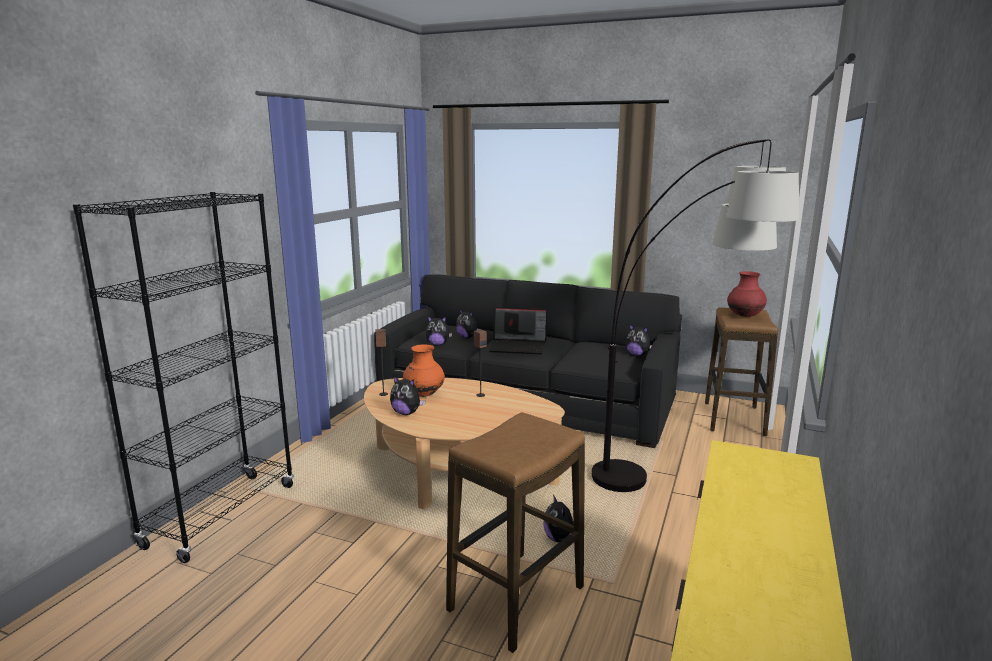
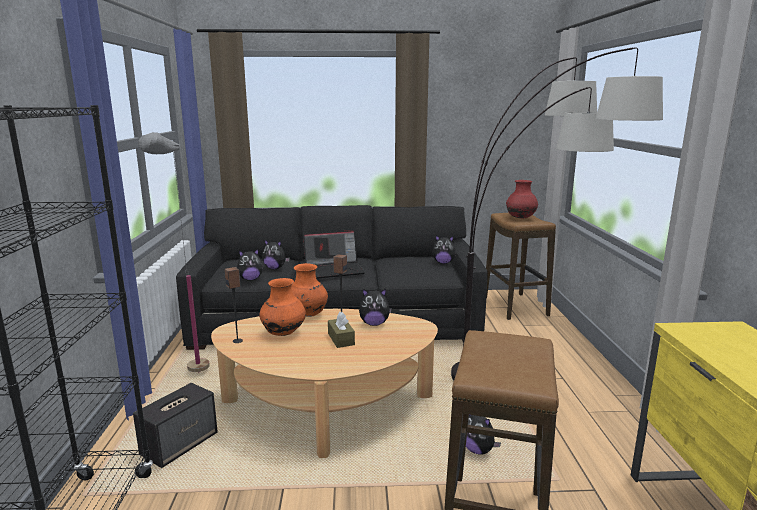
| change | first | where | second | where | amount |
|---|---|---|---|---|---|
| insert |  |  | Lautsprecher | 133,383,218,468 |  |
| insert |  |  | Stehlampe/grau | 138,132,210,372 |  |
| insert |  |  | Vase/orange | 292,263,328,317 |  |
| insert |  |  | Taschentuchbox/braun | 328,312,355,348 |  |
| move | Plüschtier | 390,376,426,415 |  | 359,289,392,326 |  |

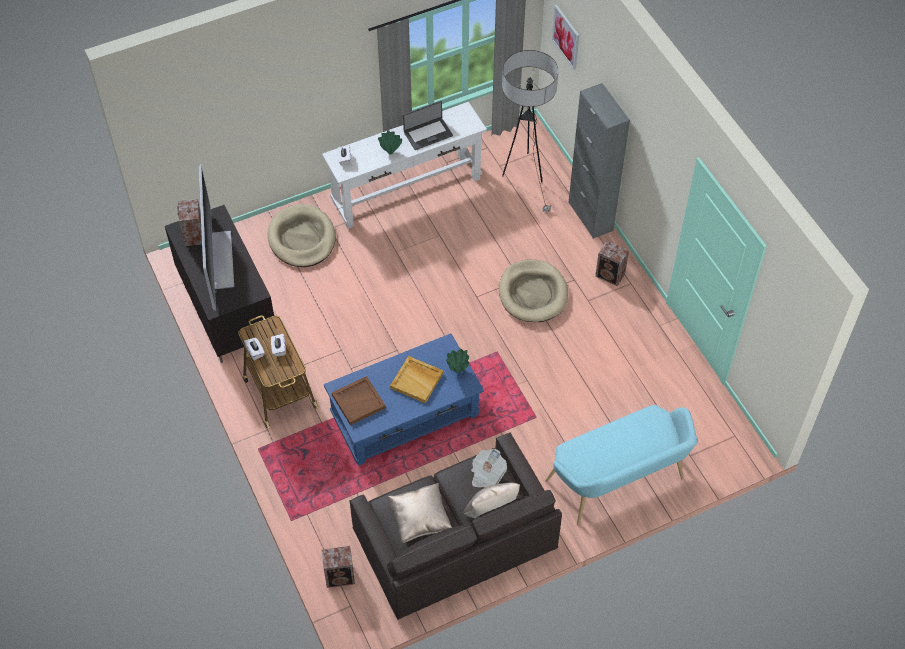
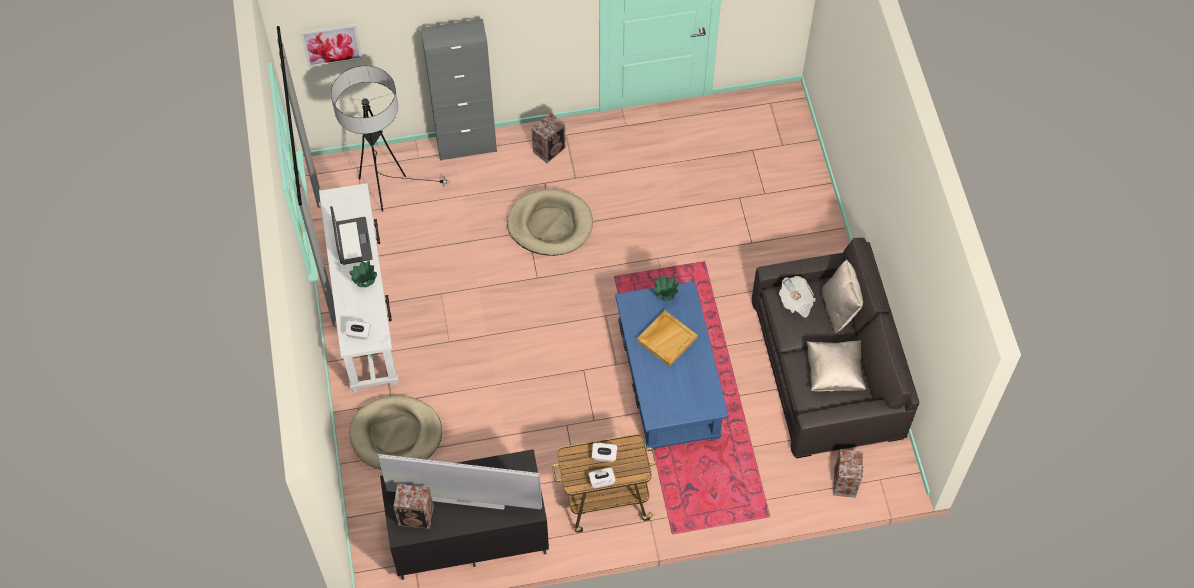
| change | first | where | second | where | amount |
|---|---|---|---|---|---|
| delete | Tablett/braun | 332,376,386,425 |  |  |  |
| delete | Bank/türkis | 545,405,698,525 |  |  |  |

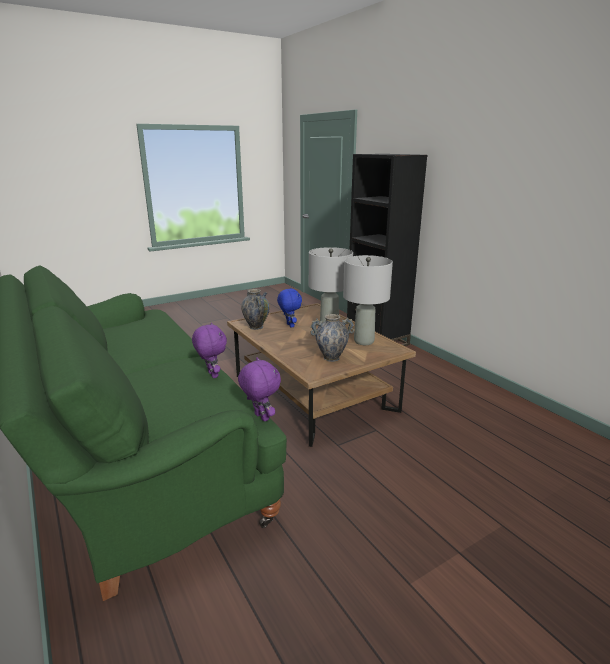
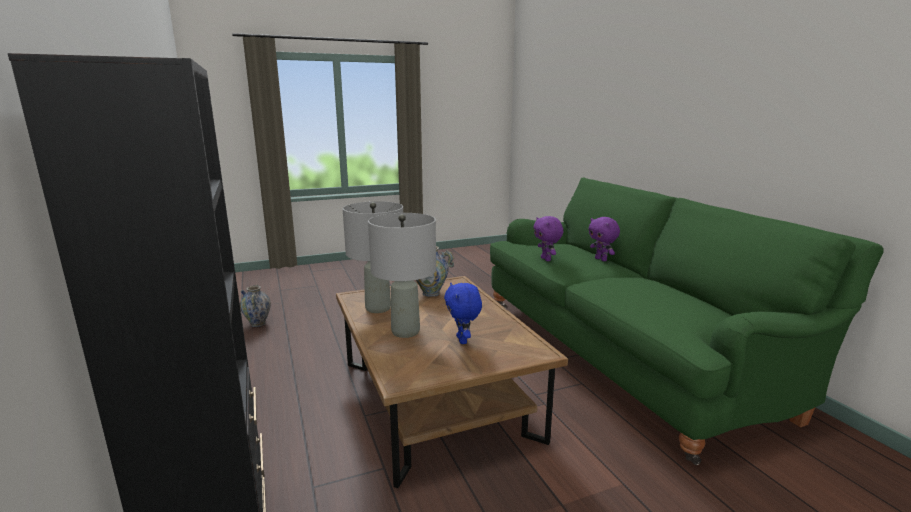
| change | first | where | second | where | amount |
|---|---|---|---|---|---|
| move | Plüschtier/lila | 238,357,281,422 |  | 589,217,620,261 |  |
| move | Vase | 241,289,270,330 |  | 240,285,271,327 |  |

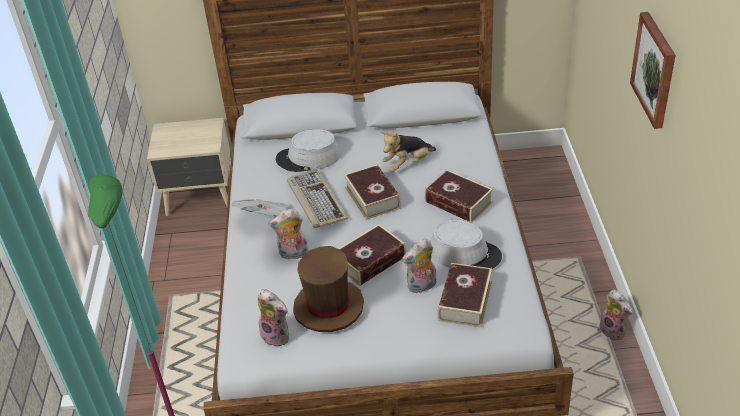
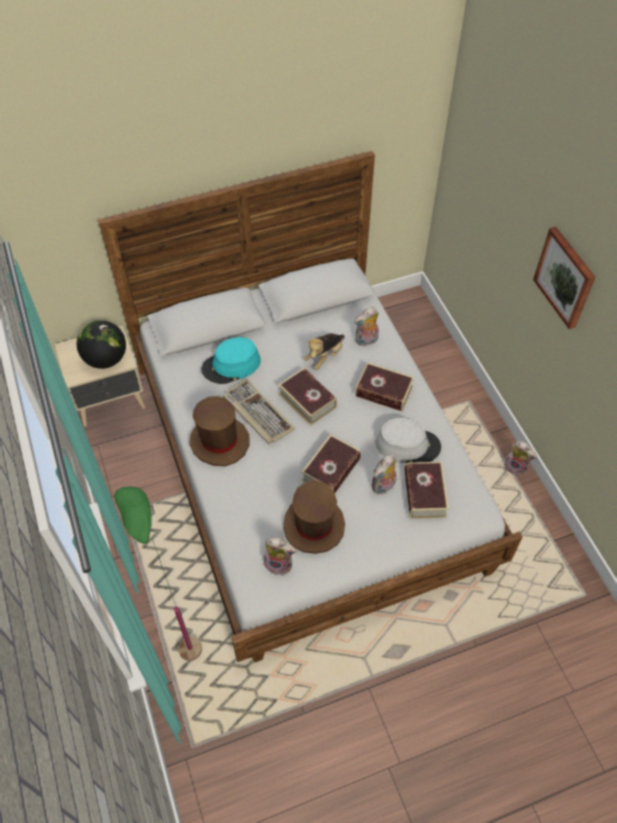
| change | first | where | second | where | amount |
|---|---|---|---|---|---|
| insert |  |  | Globus | 77,320,126,369 |  |
| move | Plüschtier | 268,208,309,260 |  | 354,307,379,347 |  |
| replace | Zeitung | 232,199,291,215 | Hut/braun | 190,396,250,466 |  |
| recolor | Hut/grau | 276,129,341,172 | Hut/türkis | 201,337,261,384 |  |

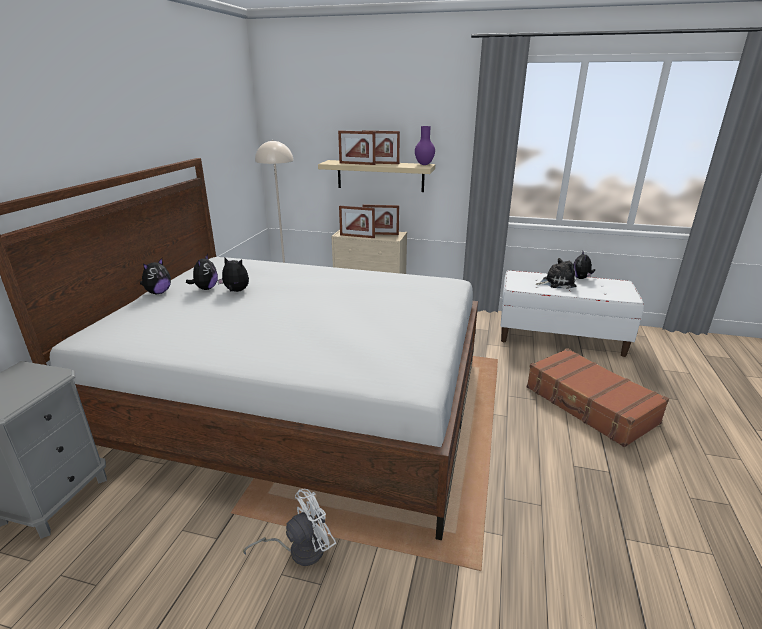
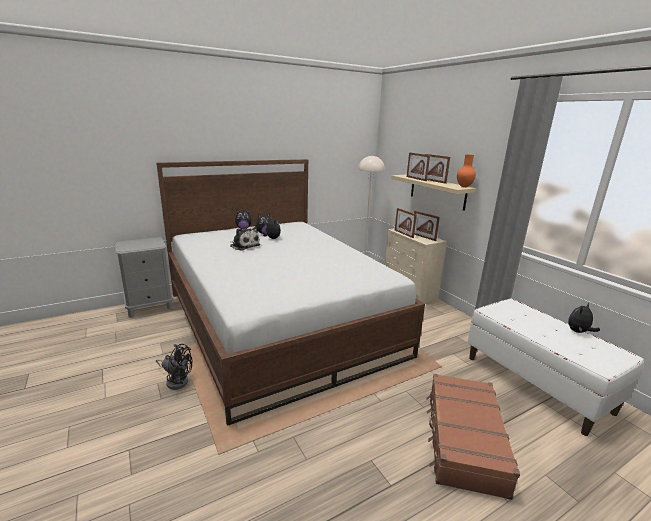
| change | first | where | second | where | amount |
|---|---|---|---|---|---|
| move | Plüschtier | 536,258,576,289 |  | 230,227,260,251 |  |
| recolor | Ventilator/weiß | 243,489,336,566 | Ventilator/schwarz | 156,344,193,390 |  |
| recolor | Vase/lila | 415,126,435,165 | Vase/orange | 457,155,476,187 |  |

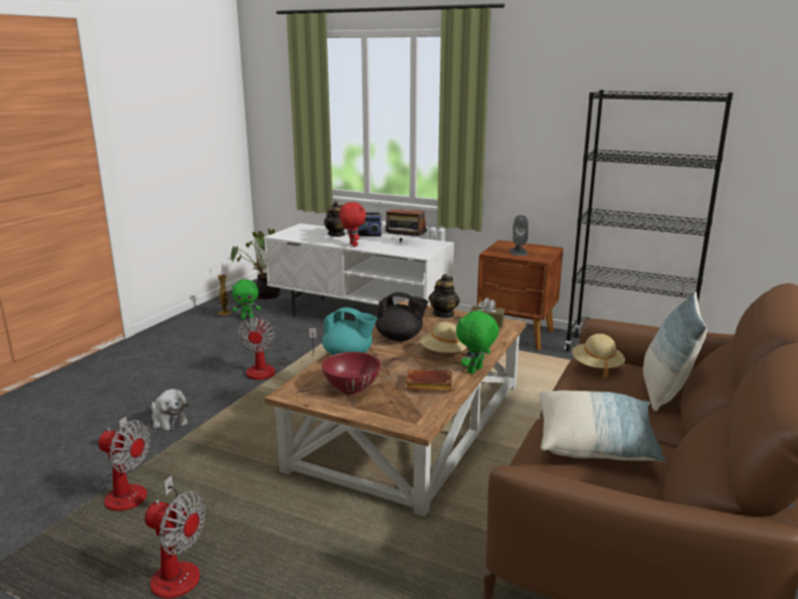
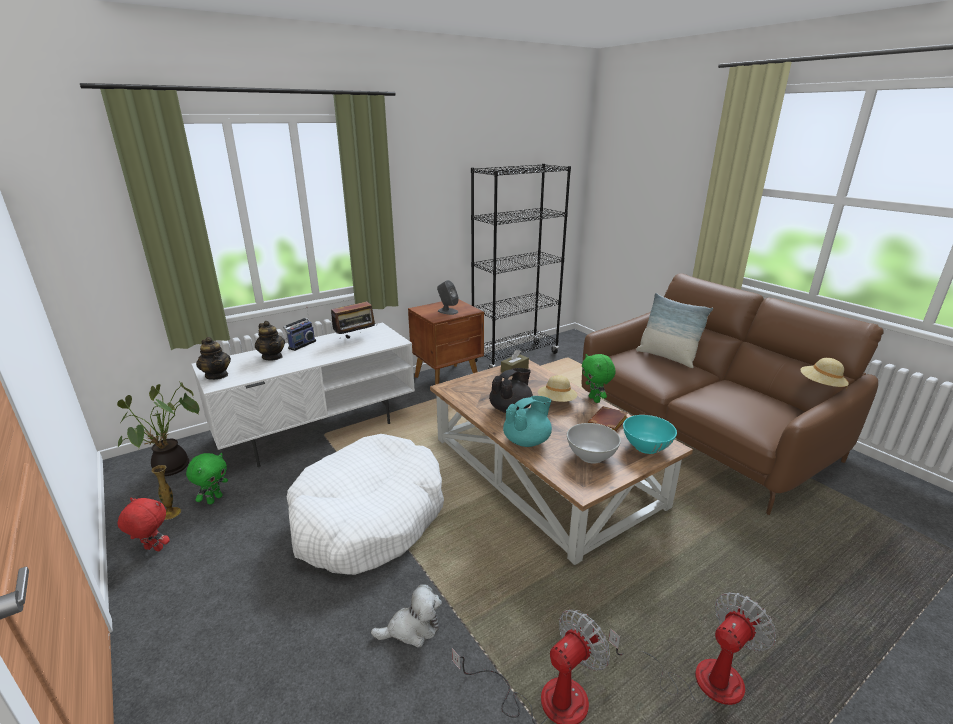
| change | first | where | second | where | amount |
|---|---|---|---|---|---|
| delete | Kissen | 539,390,666,462 |  |  |  |
| insert |  |  | Schüssel/türkis | 623,415,677,454 |  |
| move | Plüschtier/rot | 339,202,366,247 |  | 118,498,170,551 |  |
| move | Teekanne | 429,274,460,318 |  | 196,337,231,380 |  |
| move | Hut/beige | 572,334,625,379 |  | 800,358,849,390 |  |
| replace | Ventilator | 237,317,317,380 | Hundebett/weiß | 287,434,444,575 |  |
| recolor | Schüssel/rot | 322,352,381,394 | Schüssel/weiß | 567,423,621,464 |  |

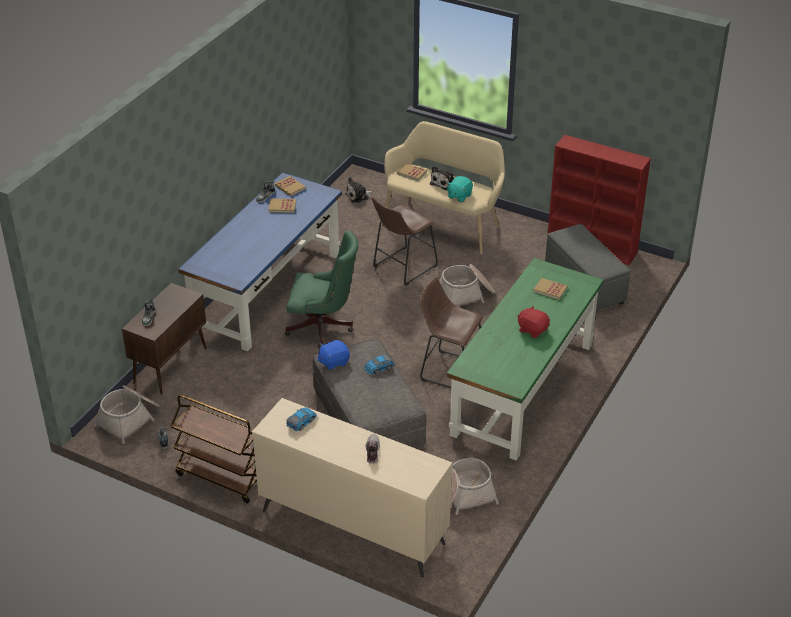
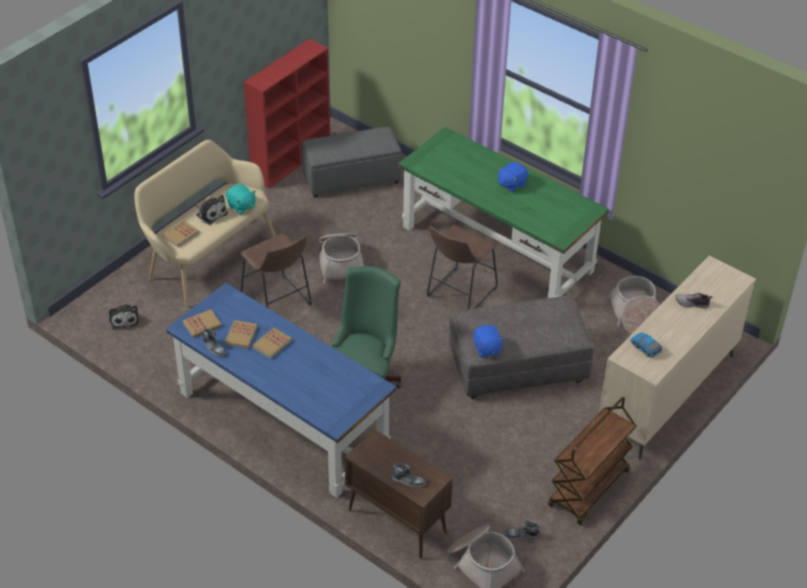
| change | first | where | second | where | amount |
|---|---|---|---|---|---|
| delete | Spielzeugauto | 364,354,394,375 |  |  |  |
| move | Buch | 533,278,568,300 |  | 252,328,292,359 |  |
| recolor | Plüschtier/rot | 518,306,550,338 | Plüschtier/blau | 498,162,528,192 |  |

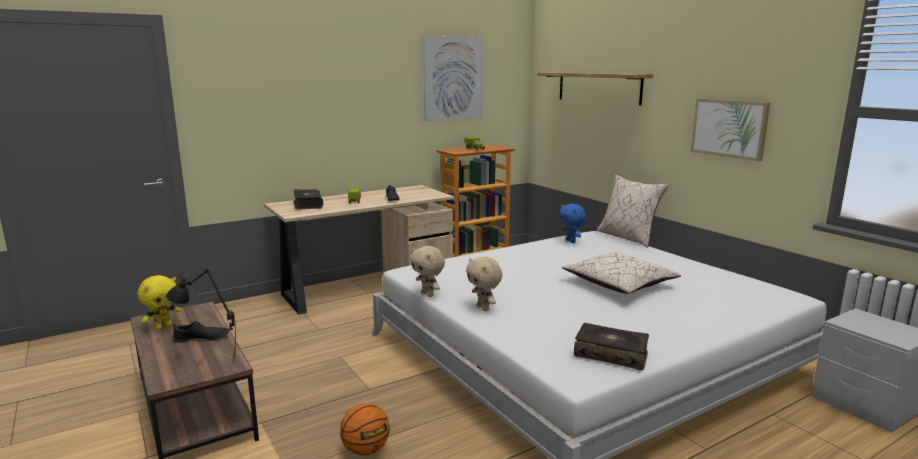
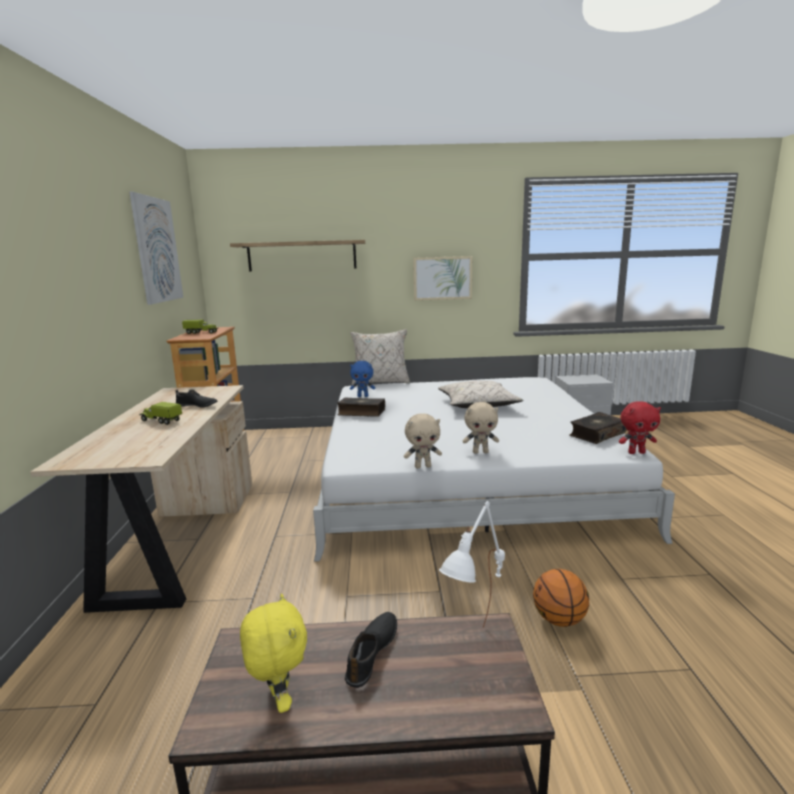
| change | first | where | second | where | amount |
|---|---|---|---|---|---|
| insert |  |  | Plüschtier/rot | 619,401,661,454 |  |
| move | Buch | 294,189,323,210 |  | 337,397,385,417 |  |
| recolor | Tischlampe/schwarz | 166,269,236,361 | Tischlampe/weiß | 439,501,505,628 |  |

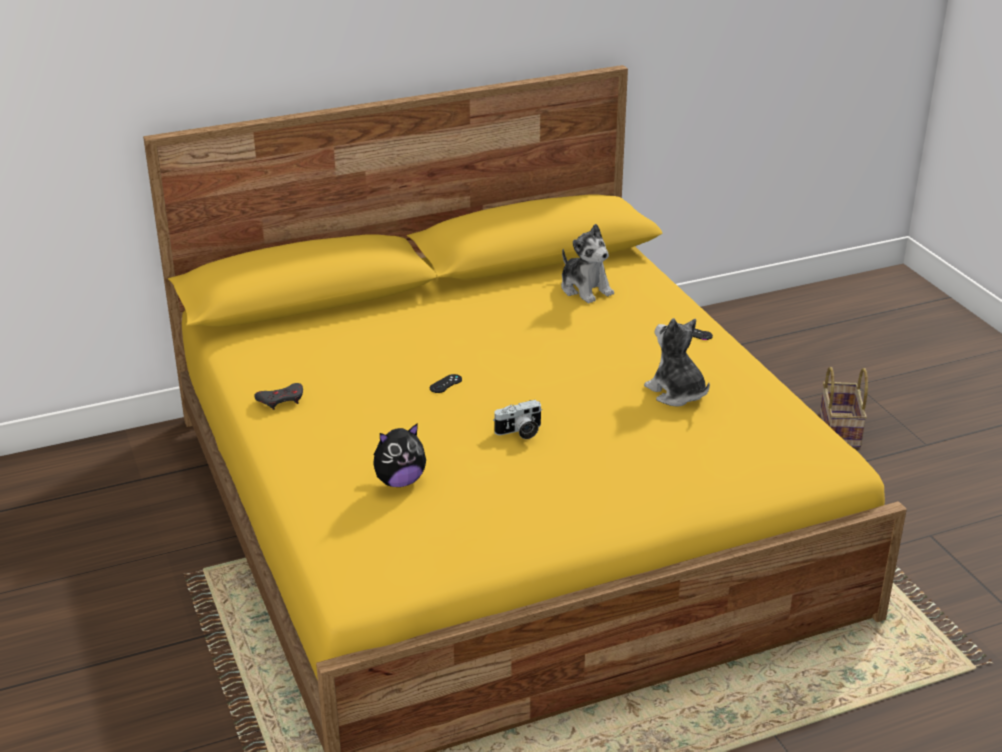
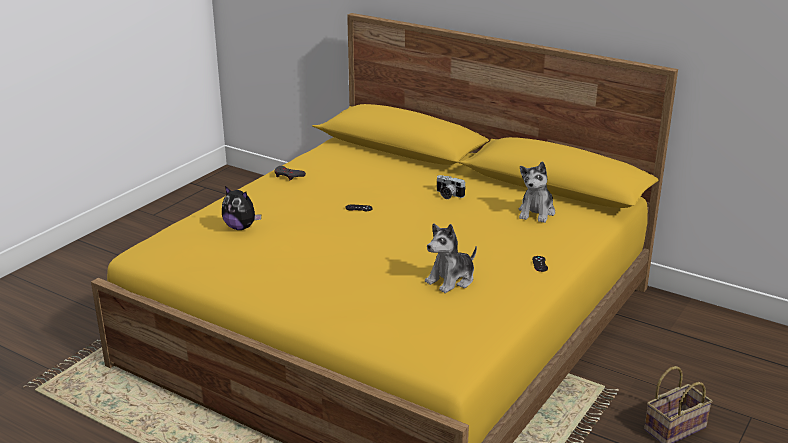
| change | first | where | second | where | amount |
|---|---|---|---|---|---|
| move | Kamera | 493,400,542,439 |  | 436,175,466,199 |  |
| rotate | Plüschtier | 644,318,710,406 |  | 425,223,477,293 | 150 degrees counterclockwise |

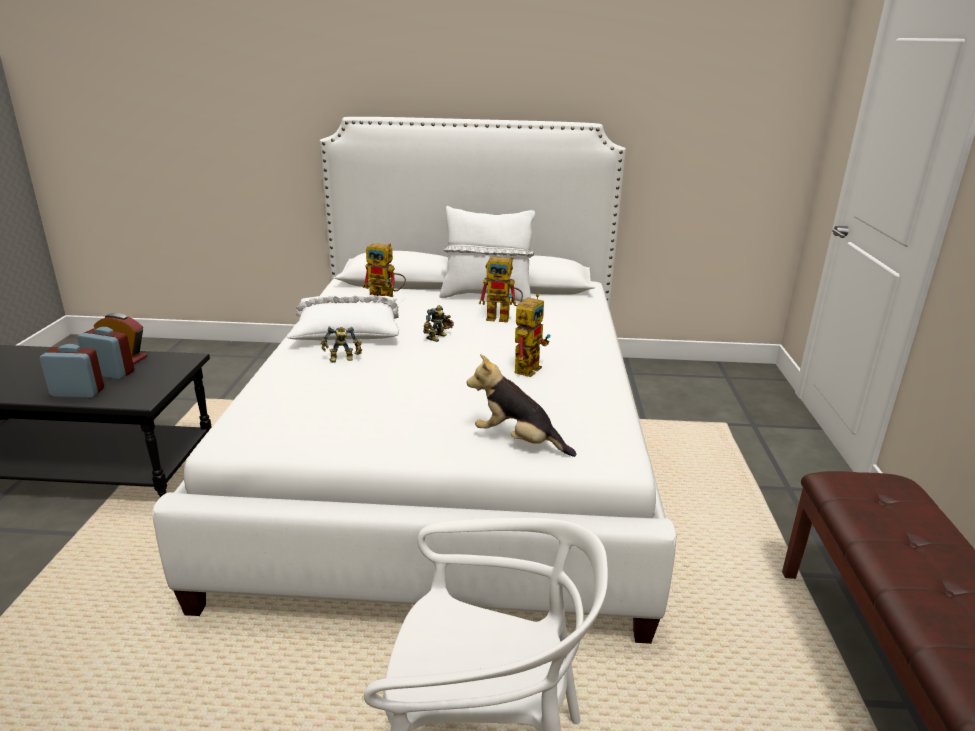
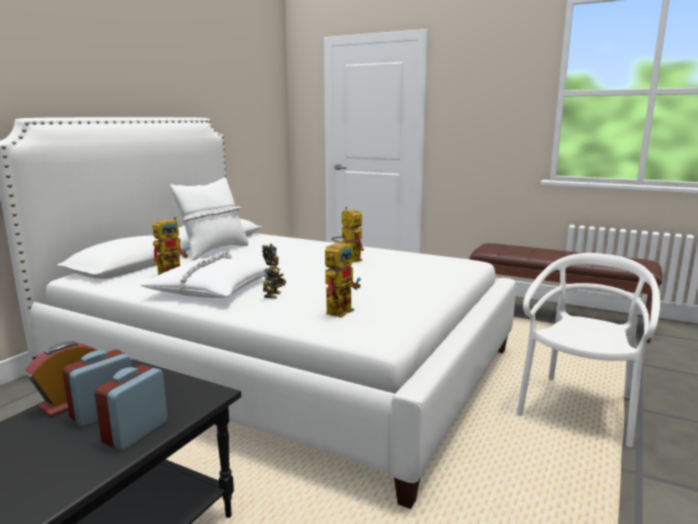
| change | first | where | second | where | amount |
|---|---|---|---|---|---|
| delete | Plüschtier | 466,354,576,457 |  |  |  |
| move | Spielzeugroboter | 479,257,523,322 |  | 325,238,361,318 |  |

